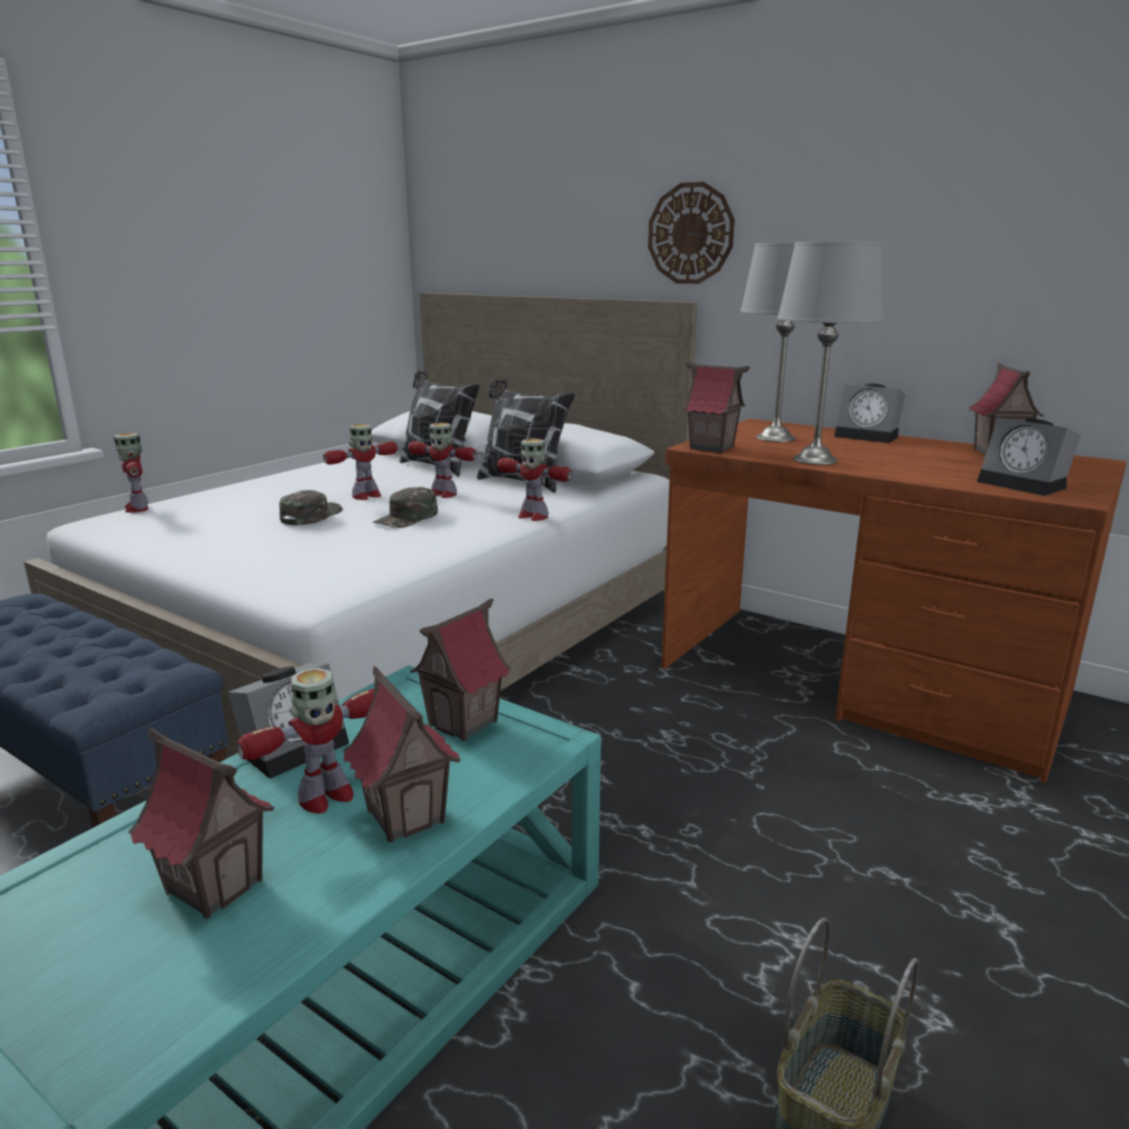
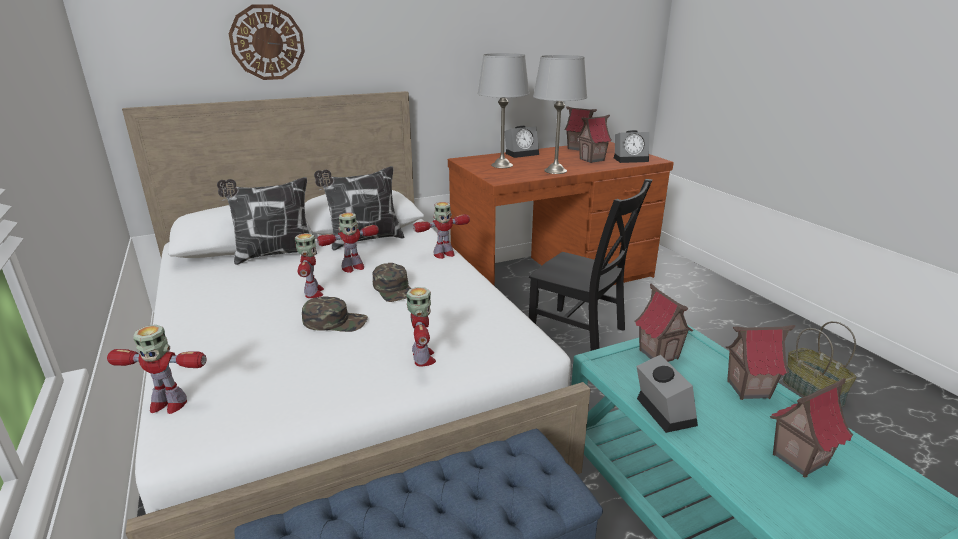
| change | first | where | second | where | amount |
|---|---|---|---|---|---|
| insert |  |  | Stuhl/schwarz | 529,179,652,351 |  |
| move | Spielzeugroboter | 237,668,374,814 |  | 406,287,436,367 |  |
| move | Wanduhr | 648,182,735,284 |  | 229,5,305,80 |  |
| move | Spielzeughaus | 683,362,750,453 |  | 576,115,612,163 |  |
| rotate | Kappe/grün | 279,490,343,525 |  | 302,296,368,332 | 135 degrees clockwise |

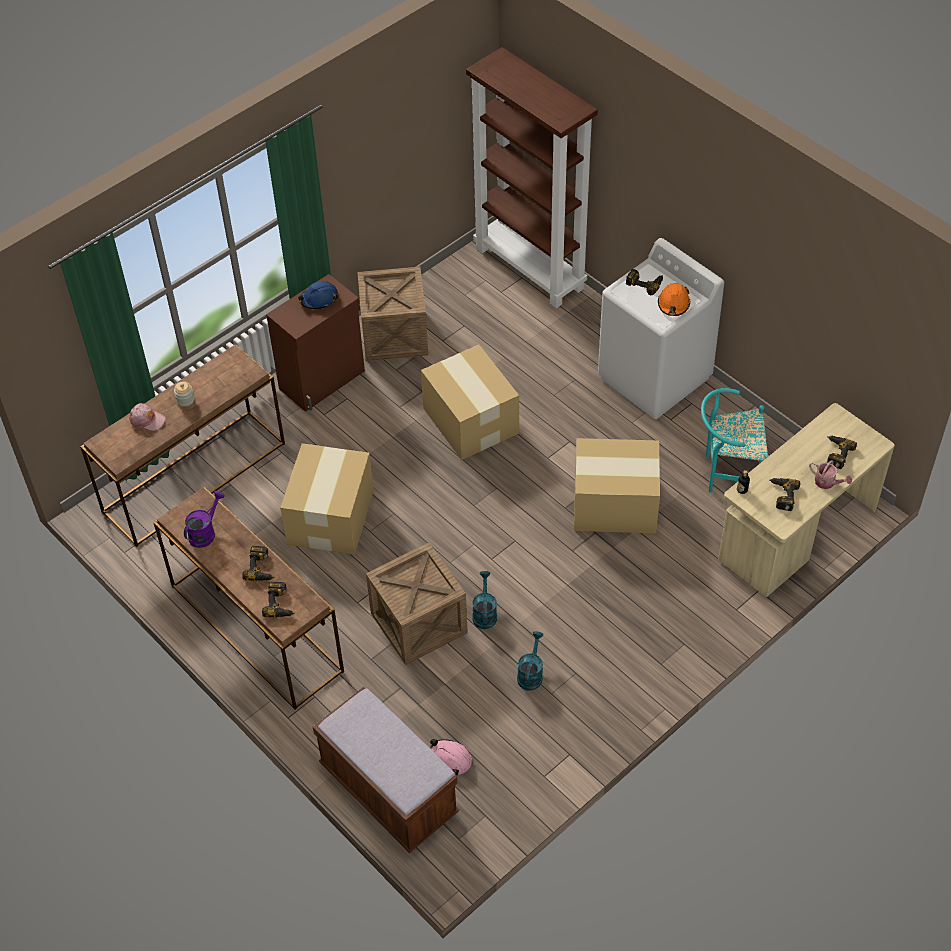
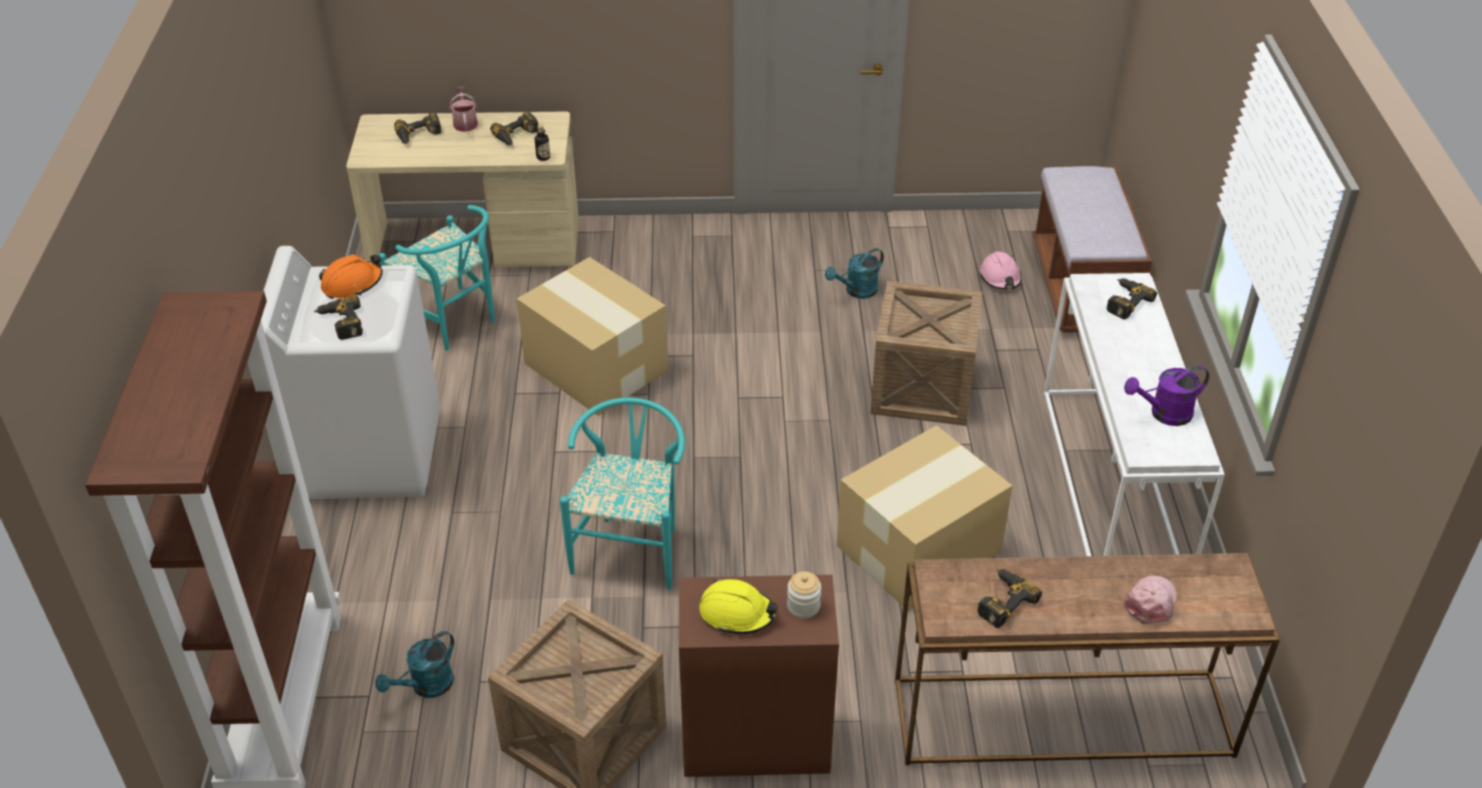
| change | first | where | second | where | amount |
|---|---|---|---|---|---|
| move | Vorratsglas | 174,381,194,407 |  | 787,571,821,618 |  |
| move | Bohrmaschine | 242,546,275,581 |  | 977,569,1042,628 |  |
| move | Gießkanne/türkis | 472,571,497,629 |  | 375,631,454,698 |  |
| replace | Karton | 421,345,519,460 | Stuhl/türkis | 560,398,685,590 |  |
| recolor | Konsolentisch/braun | 153,487,344,710 | Konsolentisch/weiß | 1044,273,1225,556 |  |
| recolor | Schutzhelm/blau | 298,281,338,309 | Schutzhelm/gelb | 700,578,778,634 |  |
| rotate | Kappe/rosa | 129,403,166,431 |  | 1124,576,1177,624 | 60 degrees clockwise |

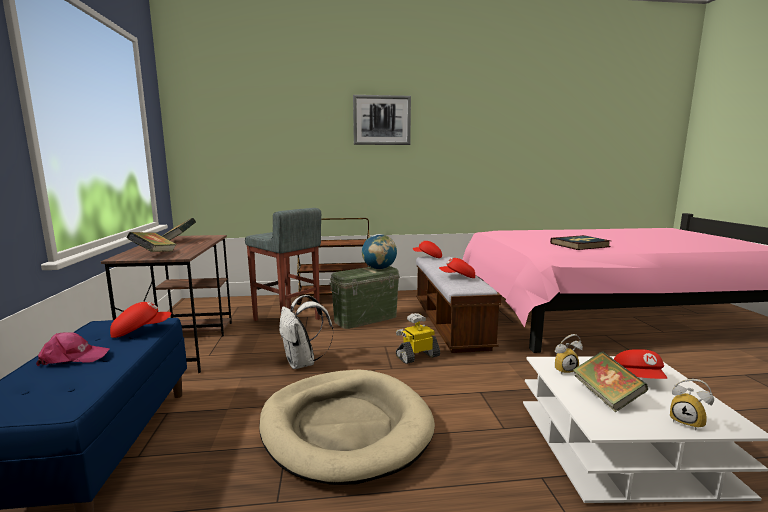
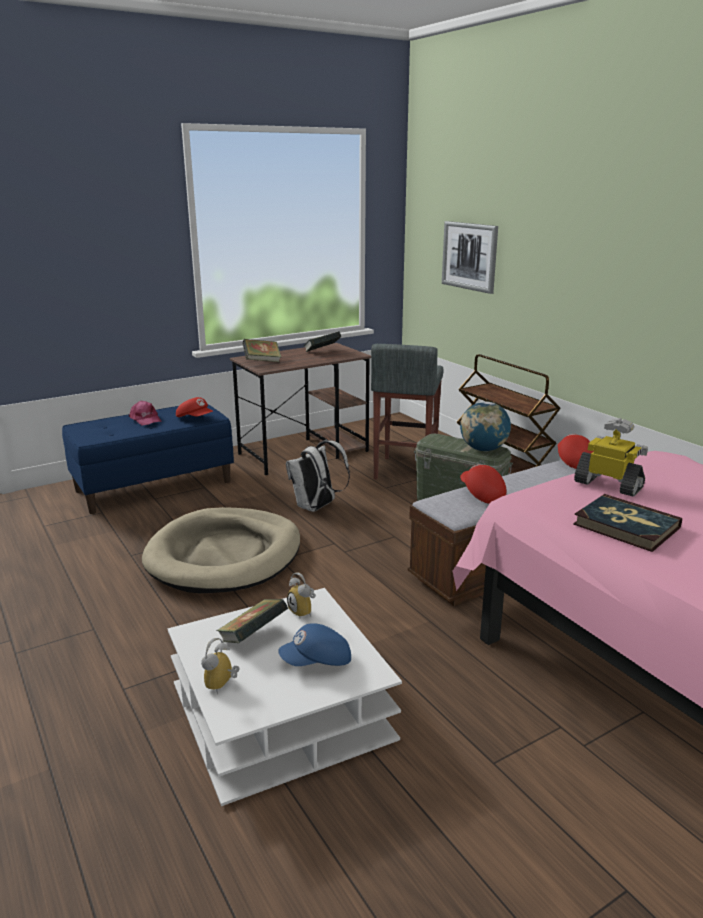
| change | first | where | second | where | amount |
|---|---|---|---|---|---|
| move | Bild | 353,95,411,145 |  | 442,221,498,294 |  |
| move | Spielzeugroboter | 396,313,440,364 |  | 574,418,648,497 |  |
| recolor | Kappe/rot | 614,349,667,379 | Kappe/blau | 278,623,351,666 |  |

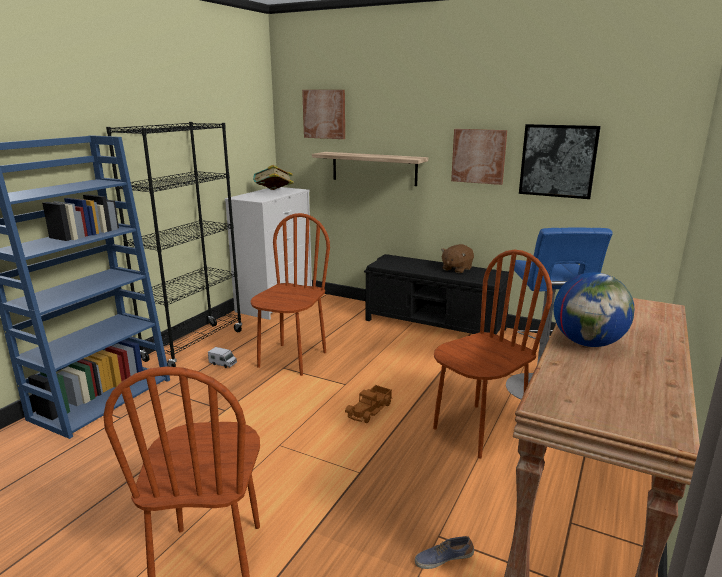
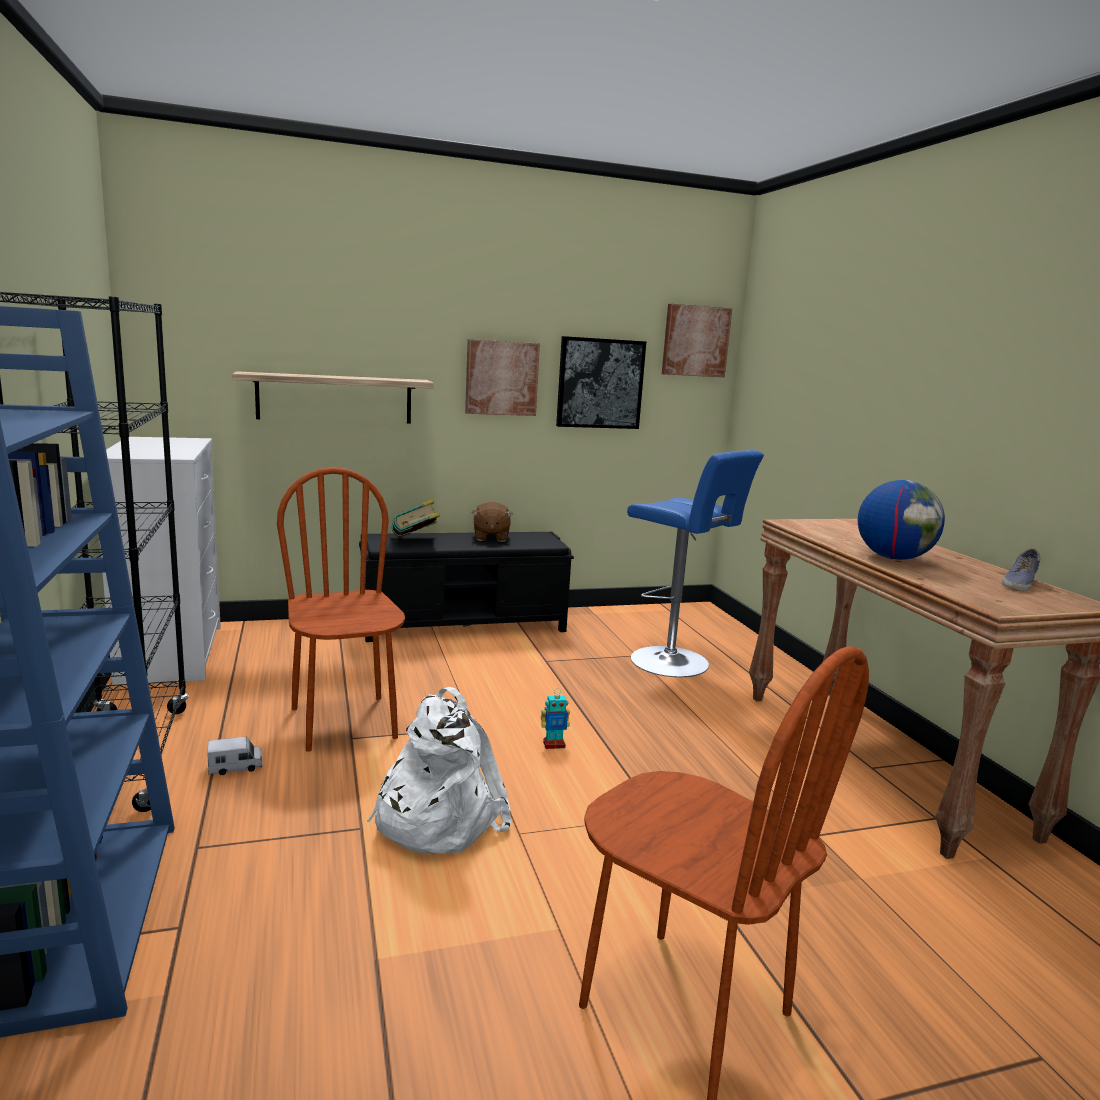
| change | first | where | second | where | amount |
|---|---|---|---|---|---|
| delete | Stuhl/braun | 433,250,553,459 |  |  |  |
| insert |  |  | Rucksack/weiß | 367,687,511,854 |  |
| move | Buch | 253,165,294,190 |  | 392,499,440,537 |  |
| move | Bild | 302,90,345,139 |  | 662,304,732,377 |  |
| move | Schuh | 415,536,474,569 |  | 1002,548,1040,591 |  |
| replace | Spielzeuglaster | 345,385,393,423 | Spielzeugroboter | 541,689,570,749 |  |

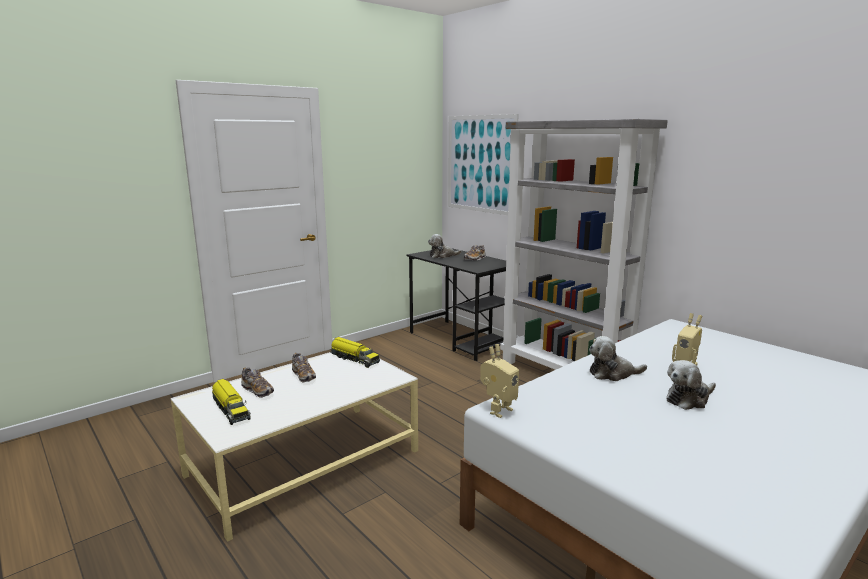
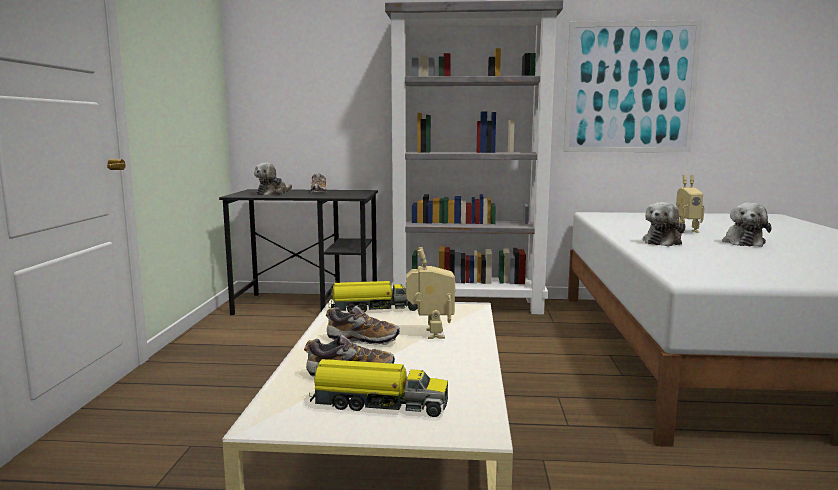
| change | first | where | second | where | amount |
|---|---|---|---|---|---|
| move | Bild | 448,114,519,215 |  | 564,20,702,152 |  |
| move | Spielzeugroboter | 480,344,519,418 |  | 406,247,455,339 |  |

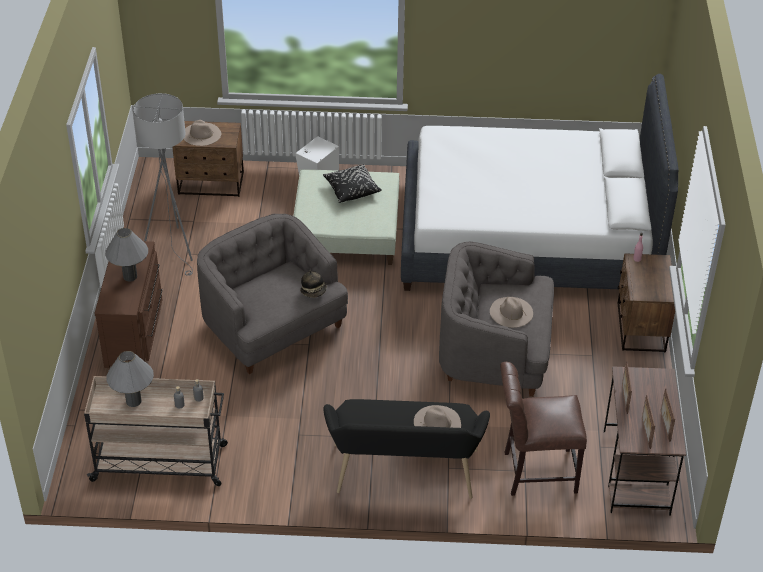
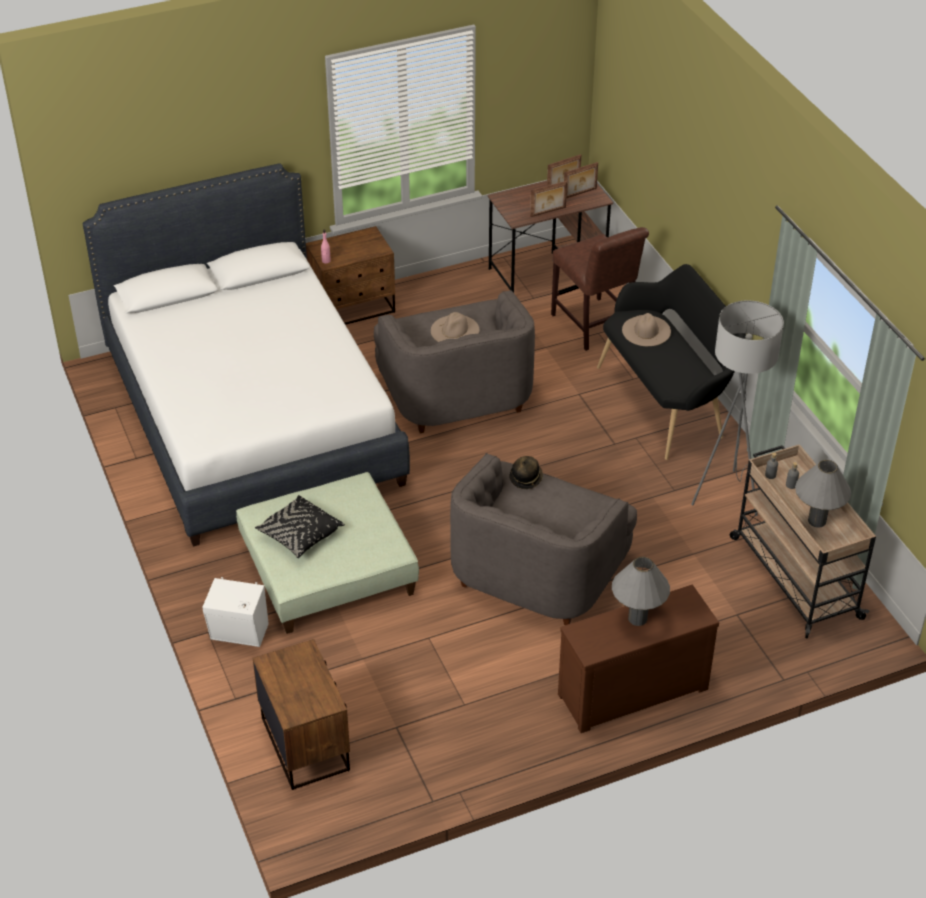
| change | first | where | second | where | amount |
|---|---|---|---|---|---|
| delete | Hut/beige | 184,120,221,146 |  |  |  |
| move | Stehlampe/grau | 133,93,193,276 |  | 691,300,784,516 |  |

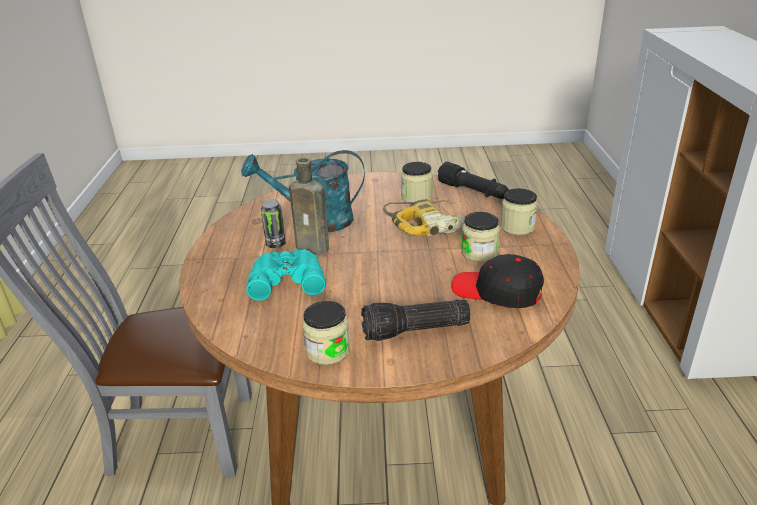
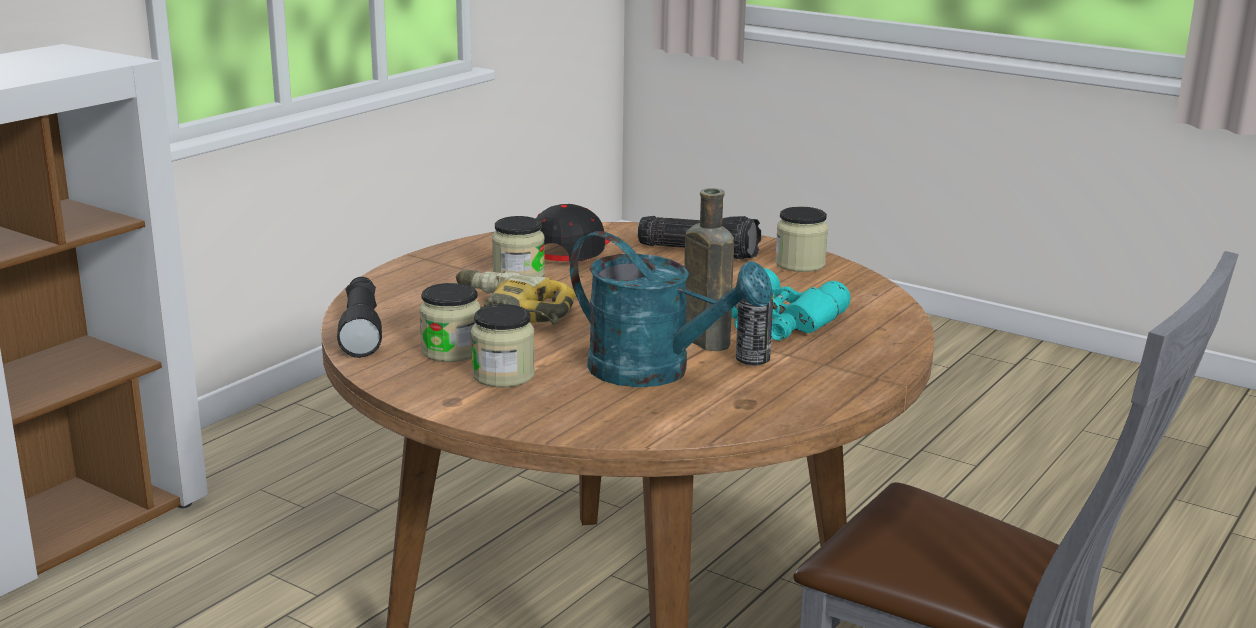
| change | first | where | second | where | amount |
|---|---|---|---|---|---|
| move | Vorratsglas | 500,188,538,235 |  | 471,304,535,387 |  |
| rotate | Kappe/schwarz | 452,254,544,308 |  | 535,204,610,262 | 135 degrees counterclockwise |

